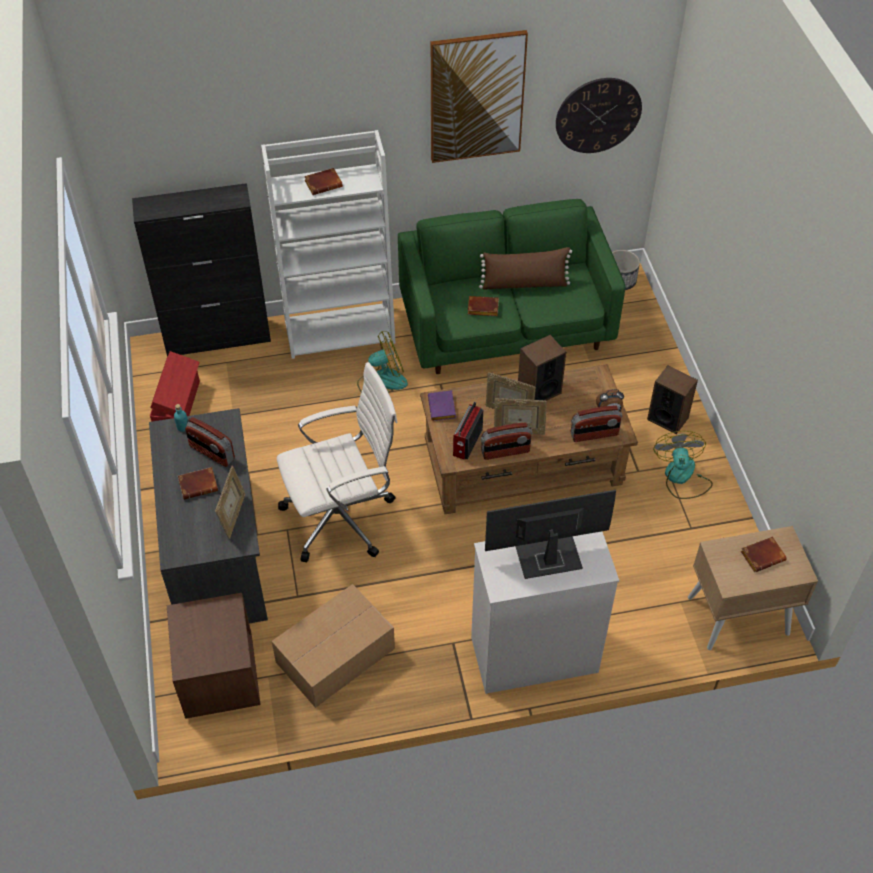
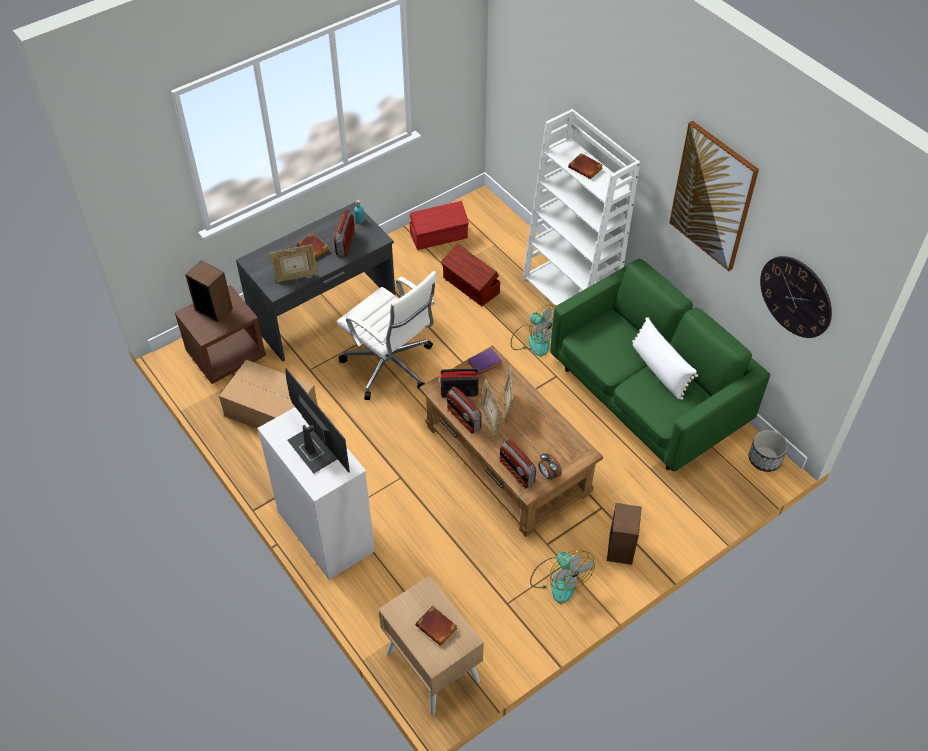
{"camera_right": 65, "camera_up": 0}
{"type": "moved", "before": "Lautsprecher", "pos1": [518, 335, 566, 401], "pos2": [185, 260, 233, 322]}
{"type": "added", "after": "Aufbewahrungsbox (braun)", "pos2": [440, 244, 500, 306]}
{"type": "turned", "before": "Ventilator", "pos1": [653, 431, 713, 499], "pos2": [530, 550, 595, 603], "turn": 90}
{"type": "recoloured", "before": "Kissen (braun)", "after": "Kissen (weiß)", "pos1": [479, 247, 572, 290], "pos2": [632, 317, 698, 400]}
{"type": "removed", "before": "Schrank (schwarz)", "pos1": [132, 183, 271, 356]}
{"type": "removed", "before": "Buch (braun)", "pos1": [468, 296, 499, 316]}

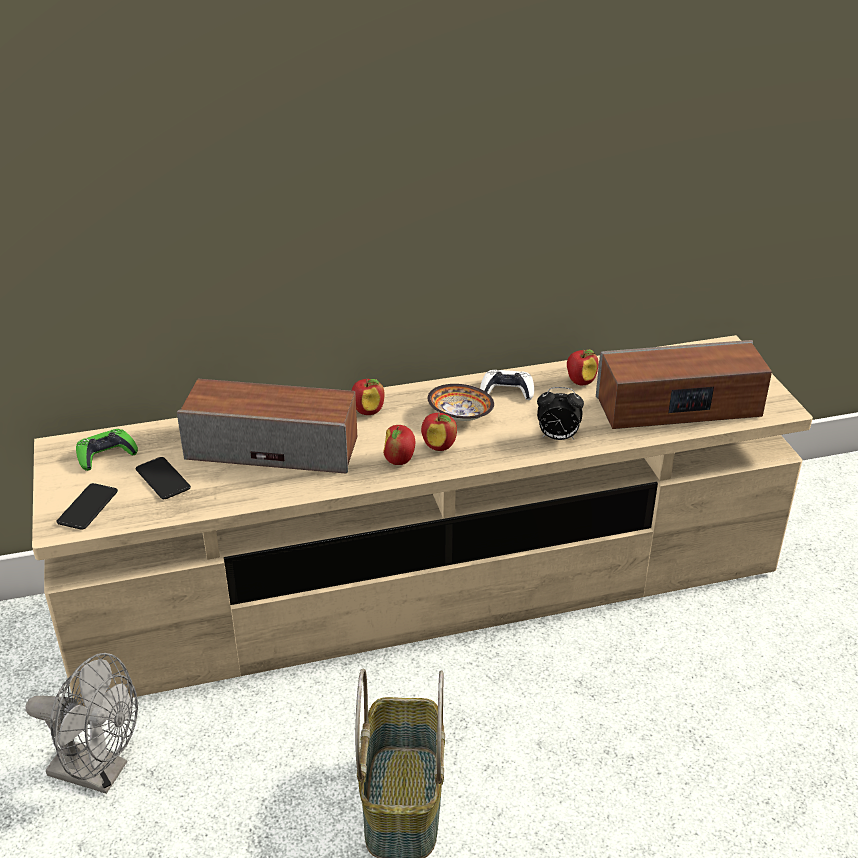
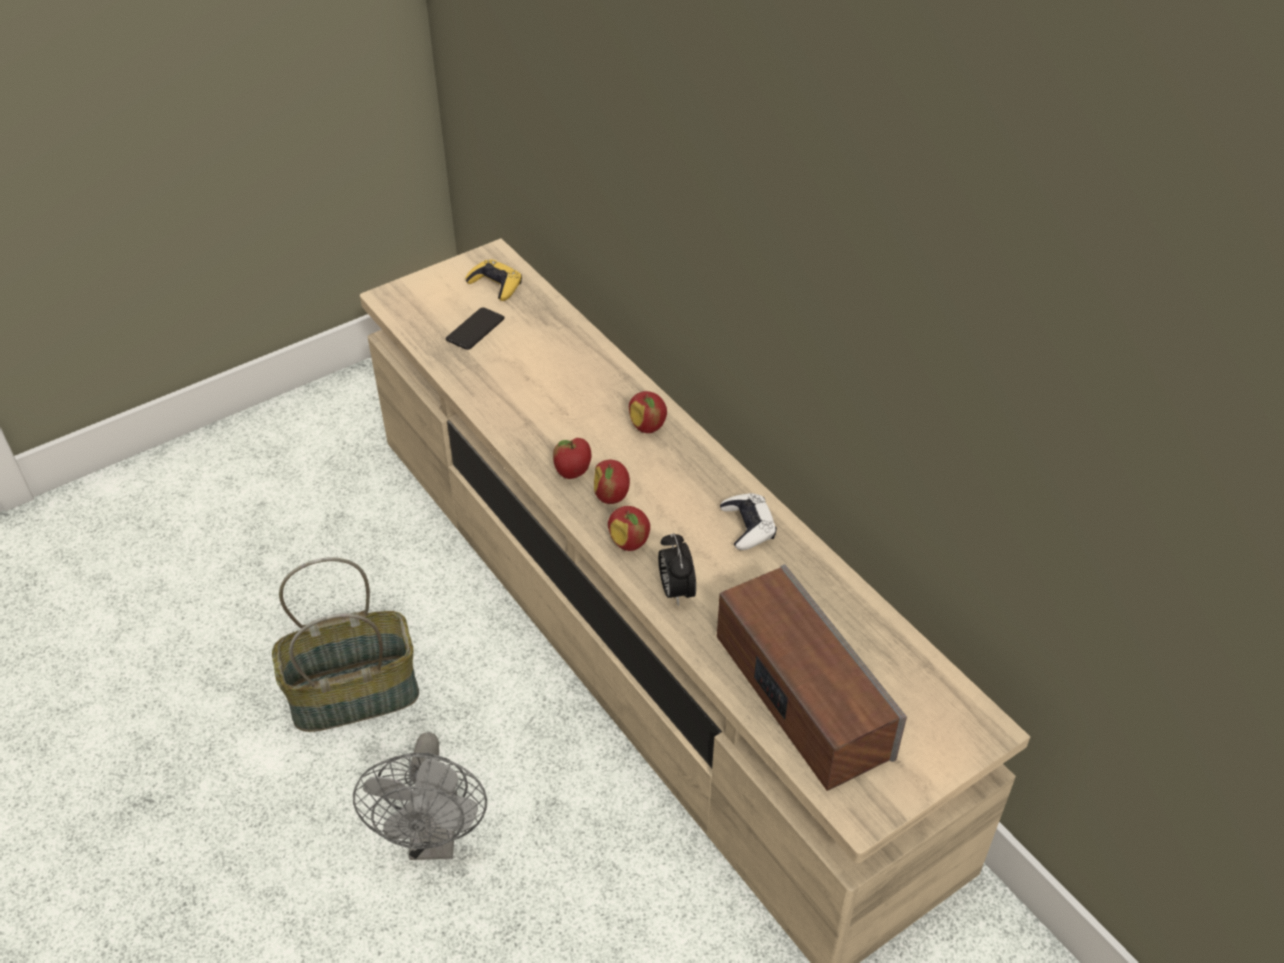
{"camera_right": 70, "camera_up": 10}
{"type": "moved", "before": "Ventilator (grau)", "pos1": [26, 653, 138, 794], "pos2": [353, 732, 487, 860]}
{"type": "recoloured", "before": "Gamepad (grün)", "after": "Gamepad (gelb)", "pos1": [76, 429, 138, 471], "pos2": [466, 259, 522, 301]}
{"type": "moved", "before": "Apfel", "pos1": [567, 350, 599, 385], "pos2": [608, 506, 650, 551]}
{"type": "removed", "before": "Handy", "pos1": [56, 483, 118, 530]}
{"type": "removed", "before": "Lautsprecher", "pos1": [177, 379, 357, 473]}
{"type": "removed", "before": "Schüssel", "pos1": [428, 384, 494, 421]}

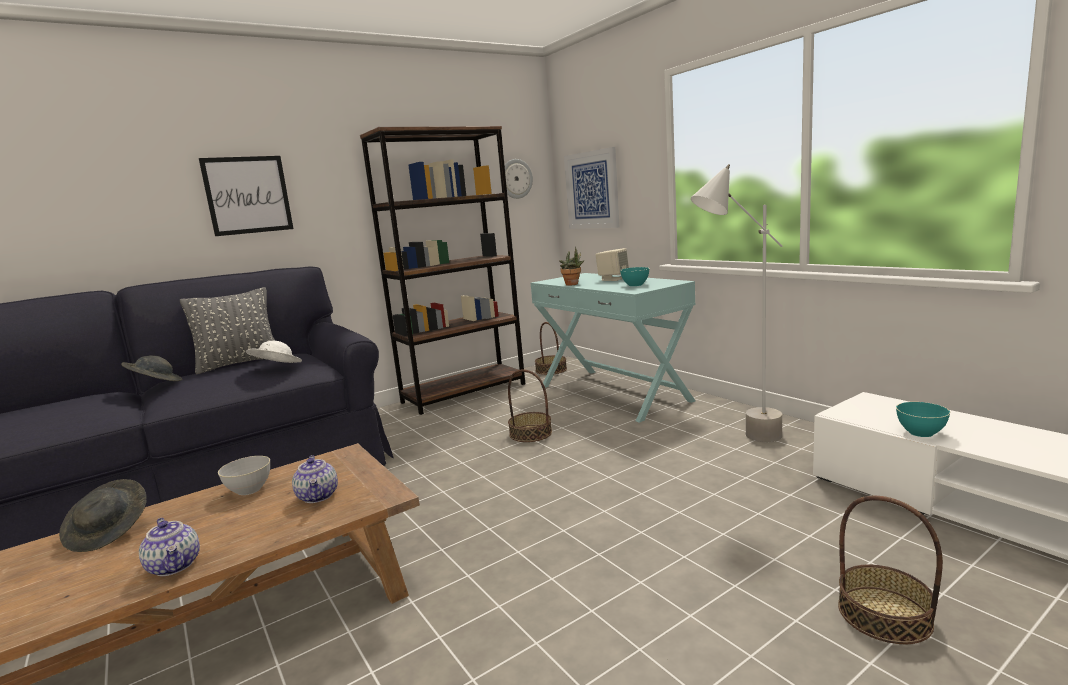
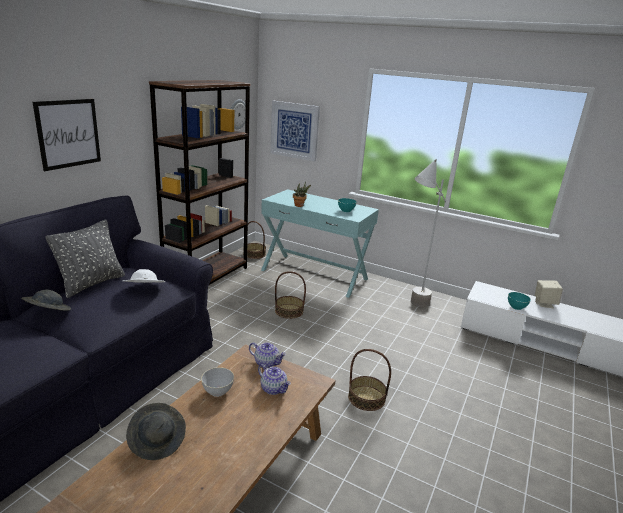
{"camera_right": -30, "camera_up": 10}
{"type": "moved", "before": "Teekanne", "pos1": [139, 518, 200, 576], "pos2": [249, 342, 286, 368]}
{"type": "moved", "before": "Korb", "pos1": [838, 496, 943, 644], "pos2": [348, 349, 391, 411]}
{"type": "moved", "before": "Lautsprecher (beige)", "pos1": [596, 248, 629, 281], "pos2": [535, 280, 563, 309]}

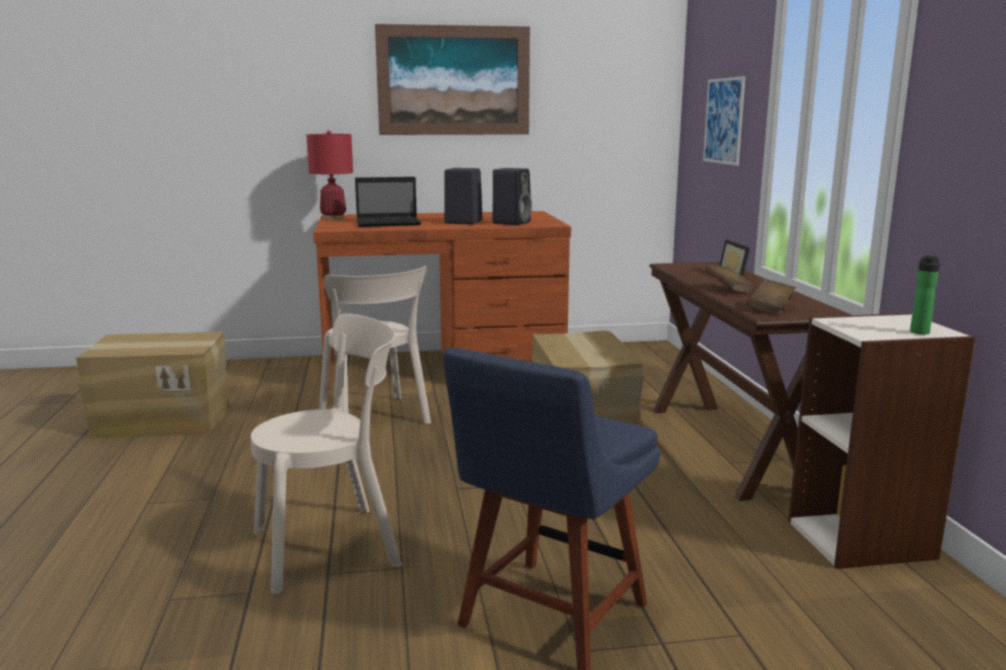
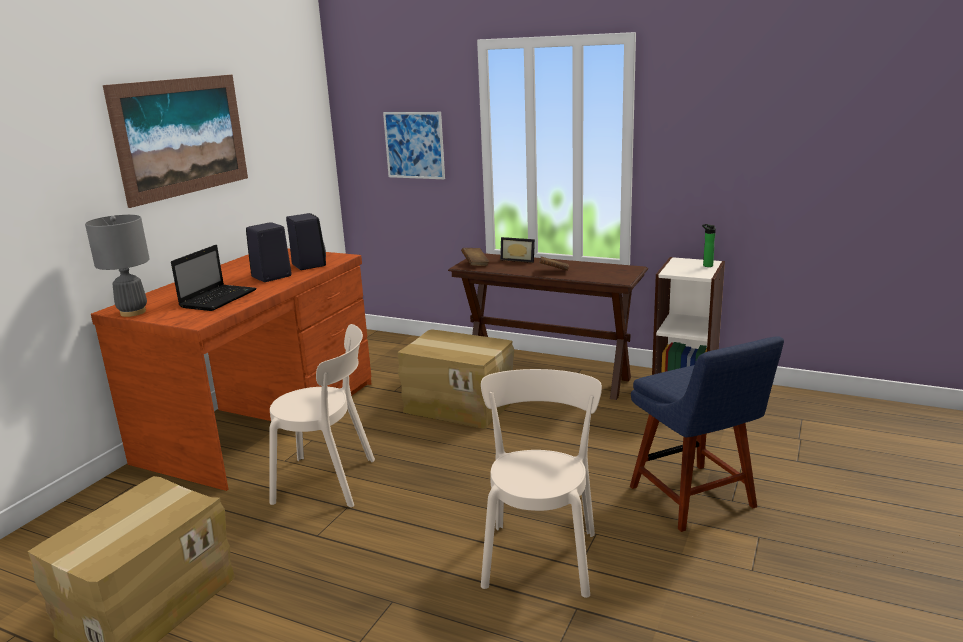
{"camera_right": -55, "camera_up": 5}
{"type": "recoloured", "before": "Tischlampe (rot)", "after": "Tischlampe (grau)", "pos1": [306, 130, 353, 220], "pos2": [85, 215, 150, 317]}
{"type": "moved", "before": "Buch (braun)", "pos1": [747, 279, 796, 315], "pos2": [461, 248, 489, 266]}

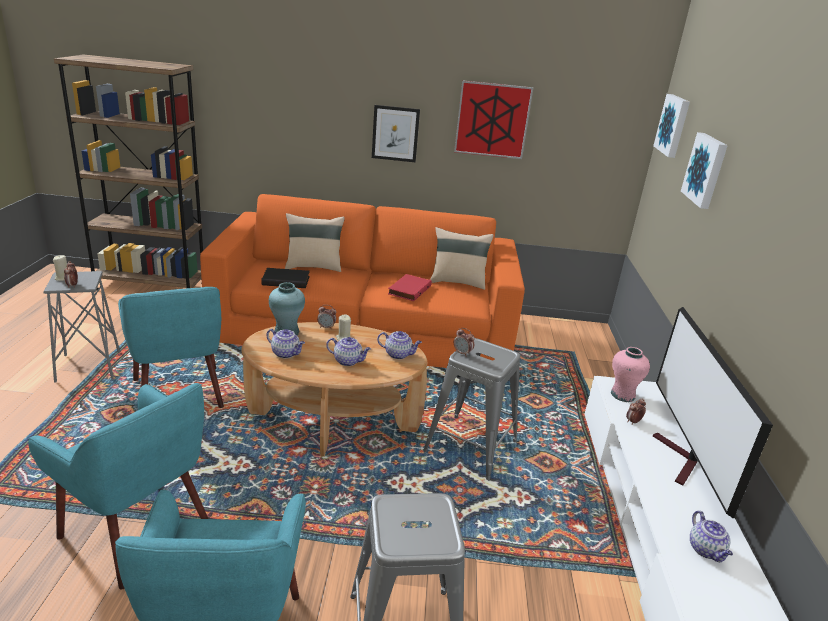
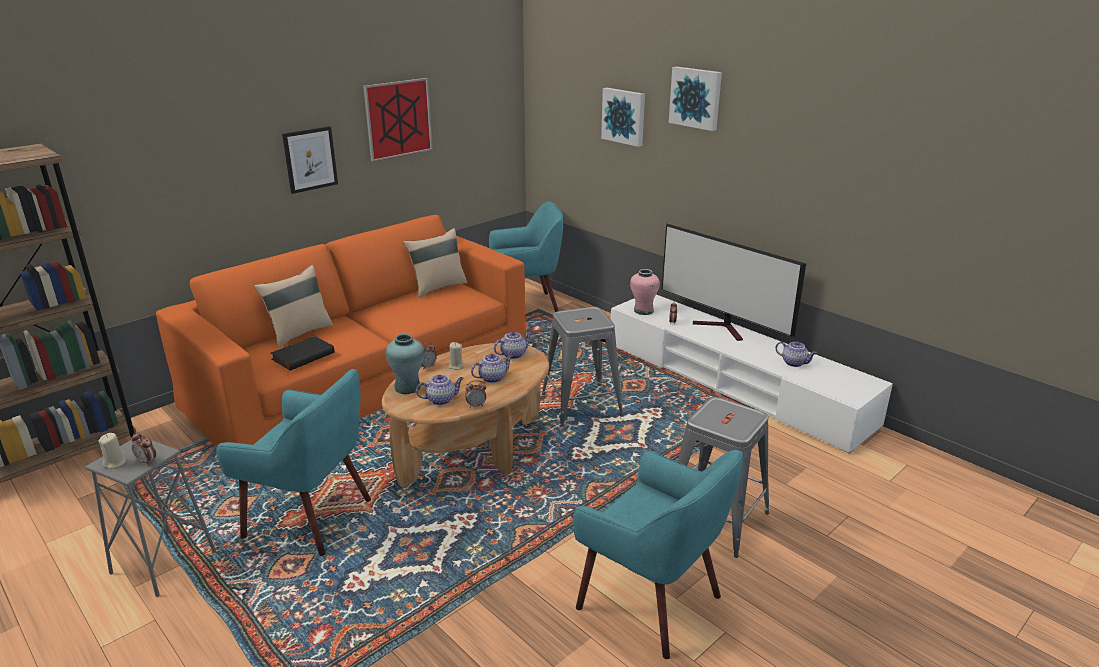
{"camera_right": -45, "camera_up": 0}
{"type": "moved", "before": "Wecker", "pos1": [454, 328, 475, 357], "pos2": [465, 380, 486, 408]}
{"type": "moved", "before": "Sessel (türkis)", "pos1": [28, 383, 208, 590], "pos2": [489, 201, 563, 312]}
{"type": "moved", "before": "Bild", "pos1": [653, 94, 690, 158], "pos2": [669, 66, 722, 131]}
{"type": "removed", "before": "Buch (rot)", "pos1": [388, 274, 432, 301]}

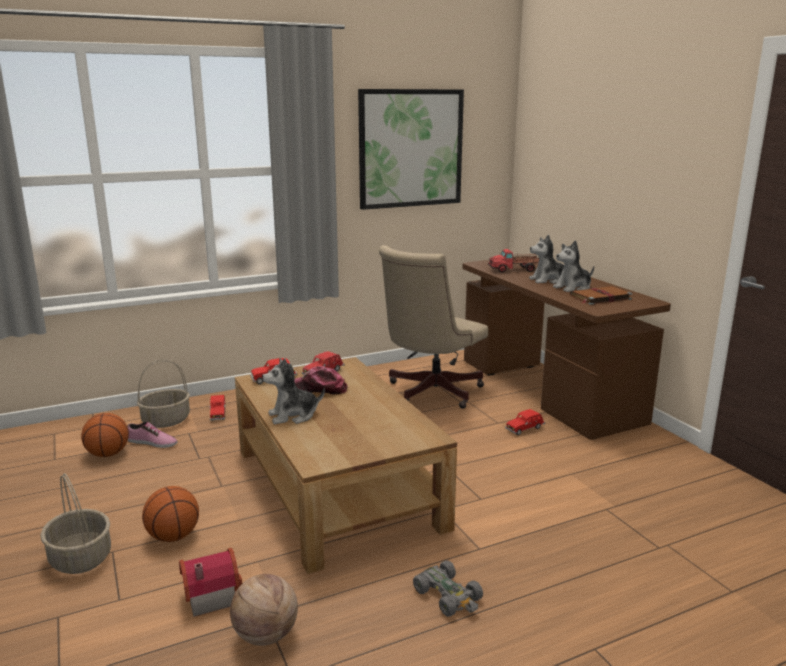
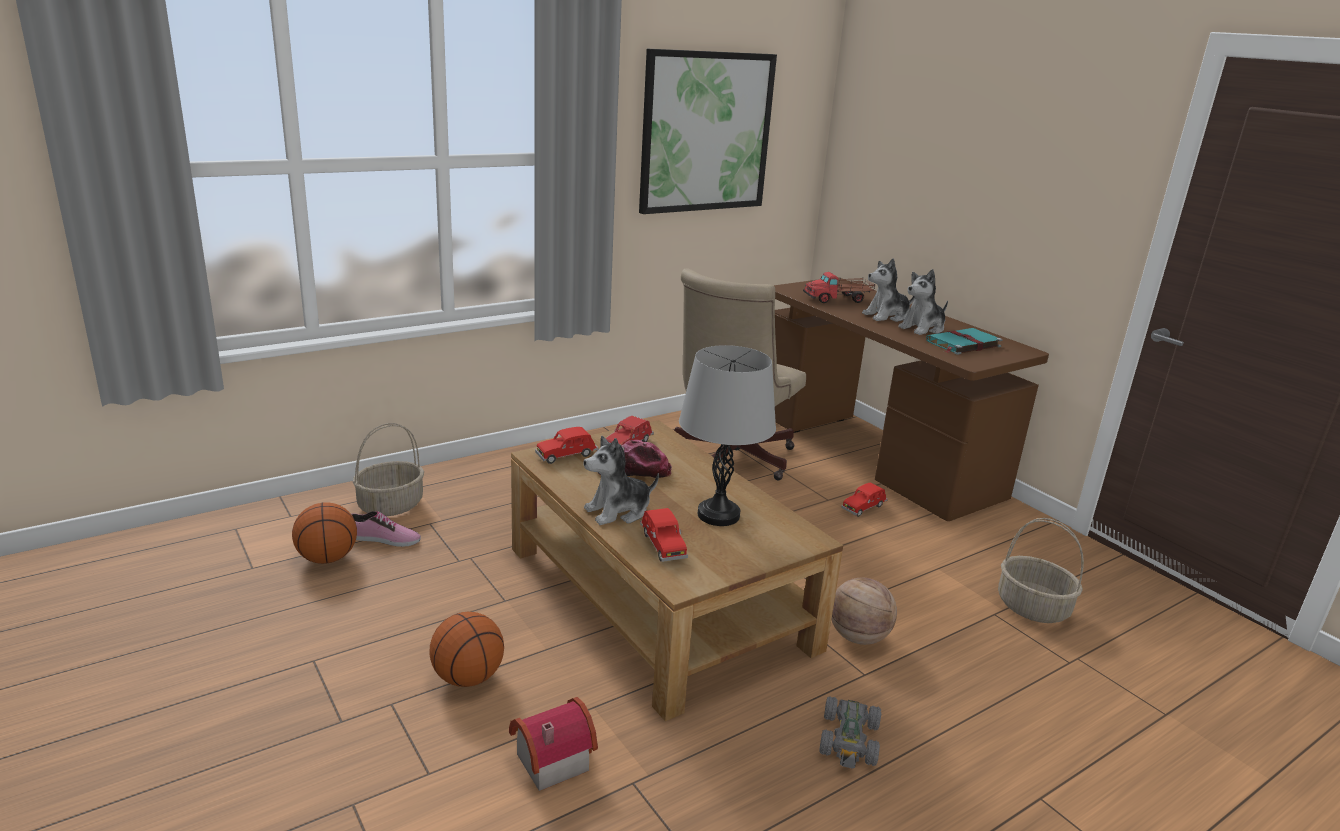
{"camera_right": -10, "camera_up": 5}
{"type": "moved", "before": "Spielzeugauto (rot)", "pos1": [209, 395, 226, 421], "pos2": [640, 508, 688, 562]}
{"type": "added", "after": "Tischlampe (grau)", "pos2": [679, 345, 776, 526]}
{"type": "turned", "before": "Spielzeugauto (grau)", "pos1": [413, 560, 483, 617], "pos2": [819, 696, 881, 769], "turn": 60}
{"type": "moved", "before": "Basketball", "pos1": [230, 574, 298, 646], "pos2": [831, 578, 897, 645]}
{"type": "recoloured", "before": "Buch (braun)", "after": "Buch (türkis)", "pos1": [570, 286, 632, 305], "pos2": [926, 328, 1003, 355]}
{"type": "moved", "before": "Korb", "pos1": [40, 473, 111, 574], "pos2": [998, 518, 1084, 623]}

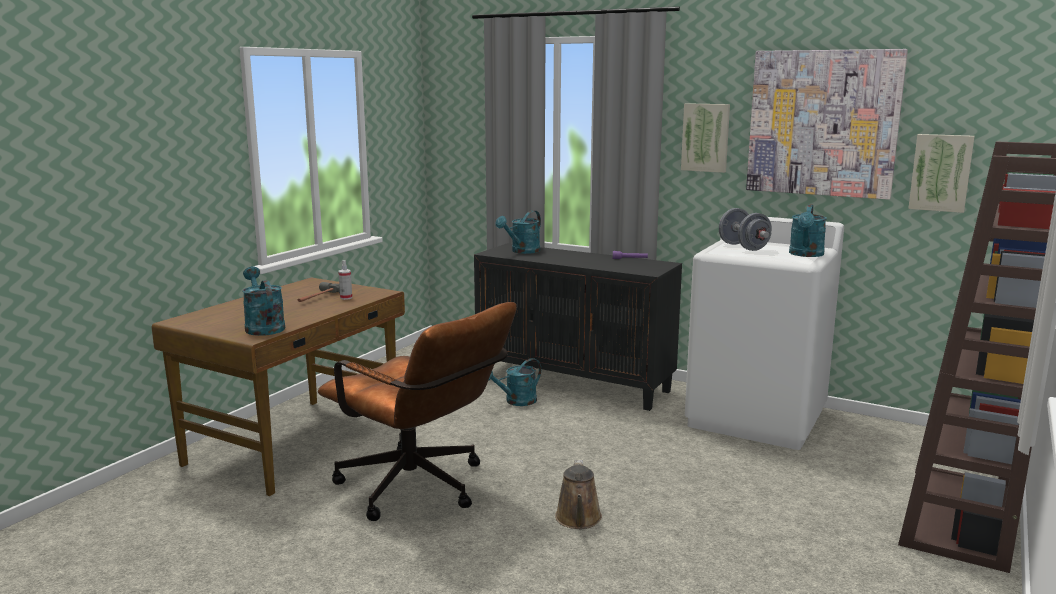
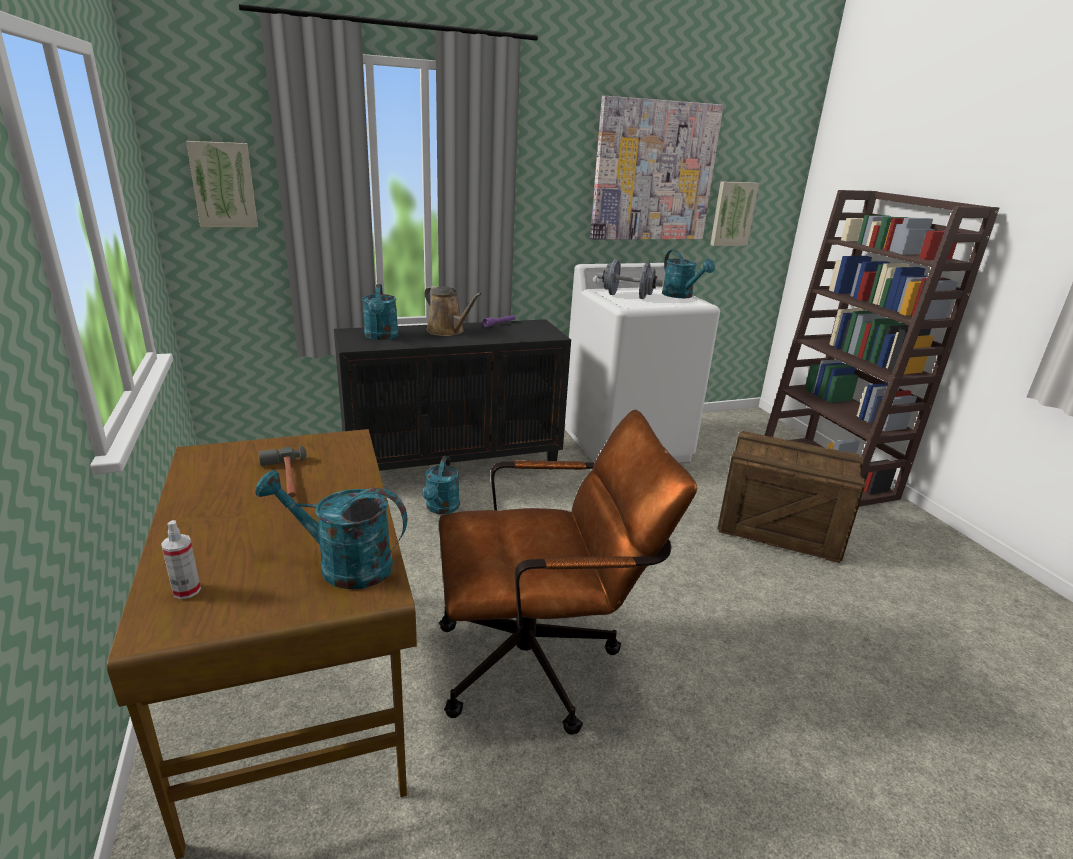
{"camera_right": -50, "camera_up": 10}
{"type": "moved", "before": "Sprühflasche", "pos1": [338, 260, 352, 300], "pos2": [161, 520, 201, 599]}
{"type": "moved", "before": "Bild", "pos1": [681, 103, 730, 173], "pos2": [186, 141, 258, 227]}
{"type": "moved", "before": "Gießkanne (braun)", "pos1": [555, 460, 602, 529], "pos2": [424, 286, 482, 336]}
{"type": "added", "after": "Kiste", "pos2": [717, 431, 866, 563]}

